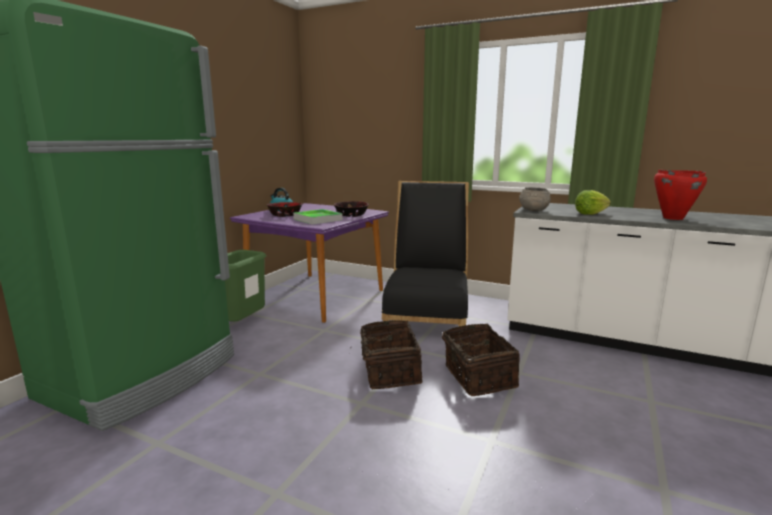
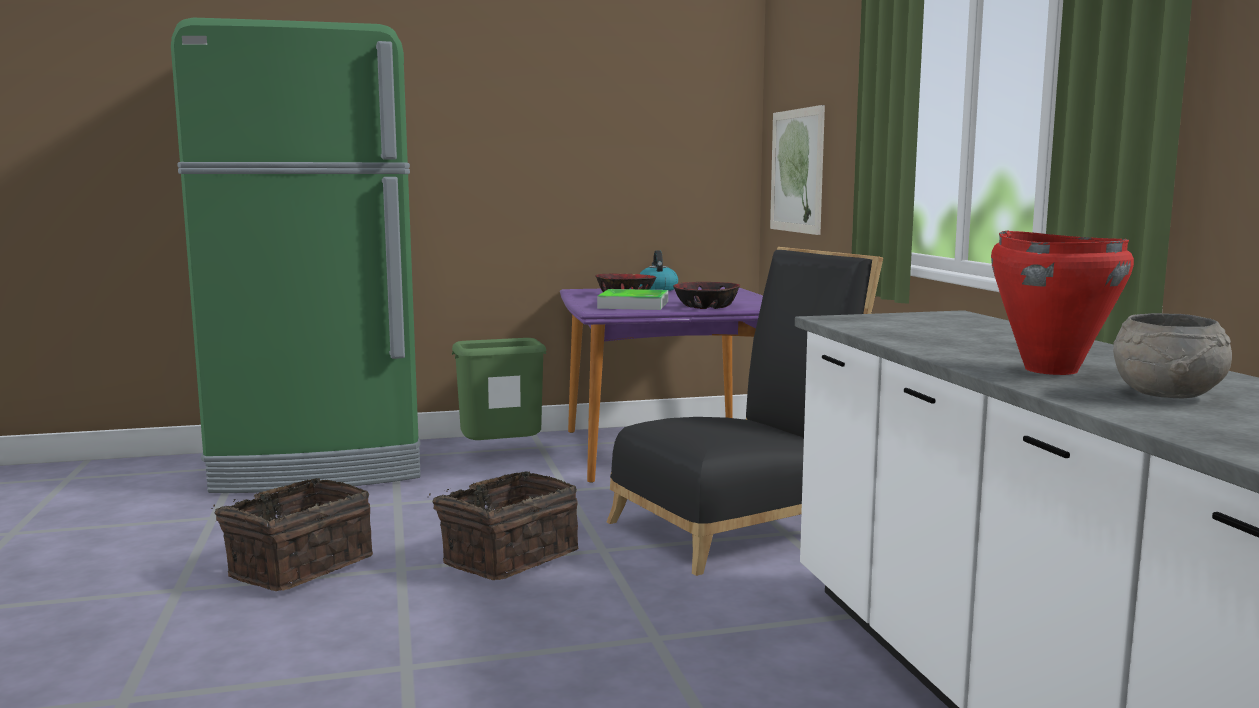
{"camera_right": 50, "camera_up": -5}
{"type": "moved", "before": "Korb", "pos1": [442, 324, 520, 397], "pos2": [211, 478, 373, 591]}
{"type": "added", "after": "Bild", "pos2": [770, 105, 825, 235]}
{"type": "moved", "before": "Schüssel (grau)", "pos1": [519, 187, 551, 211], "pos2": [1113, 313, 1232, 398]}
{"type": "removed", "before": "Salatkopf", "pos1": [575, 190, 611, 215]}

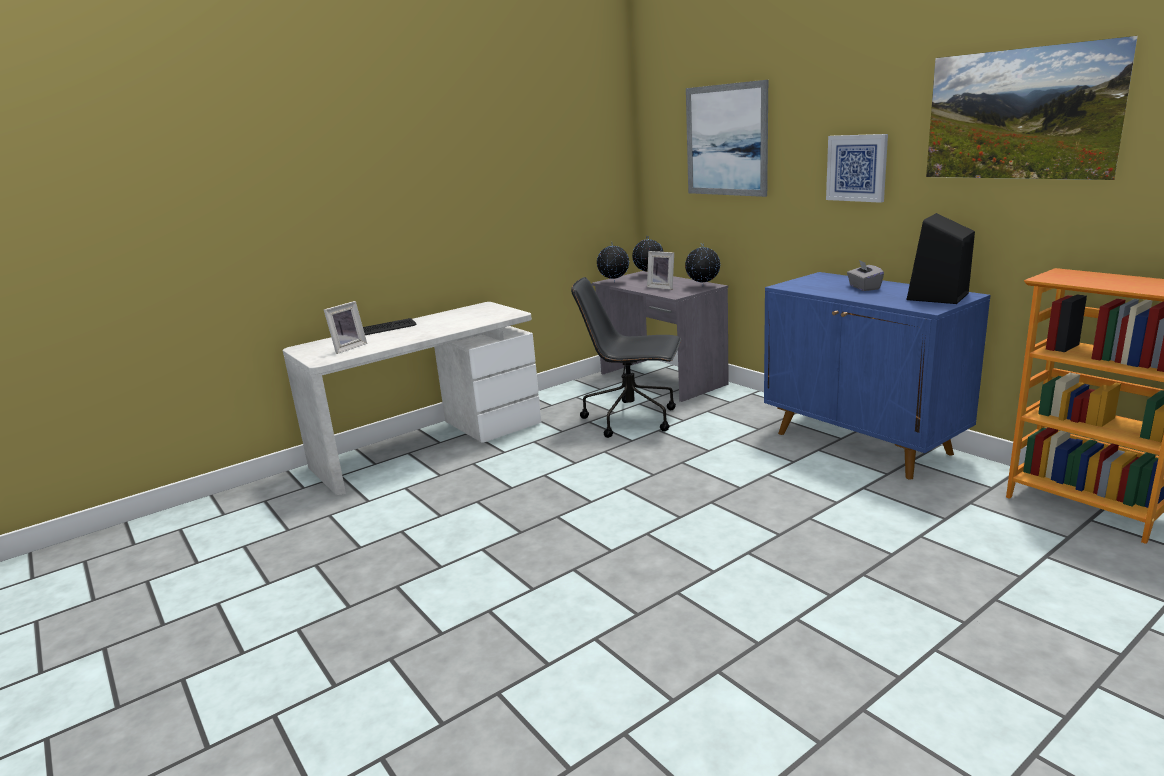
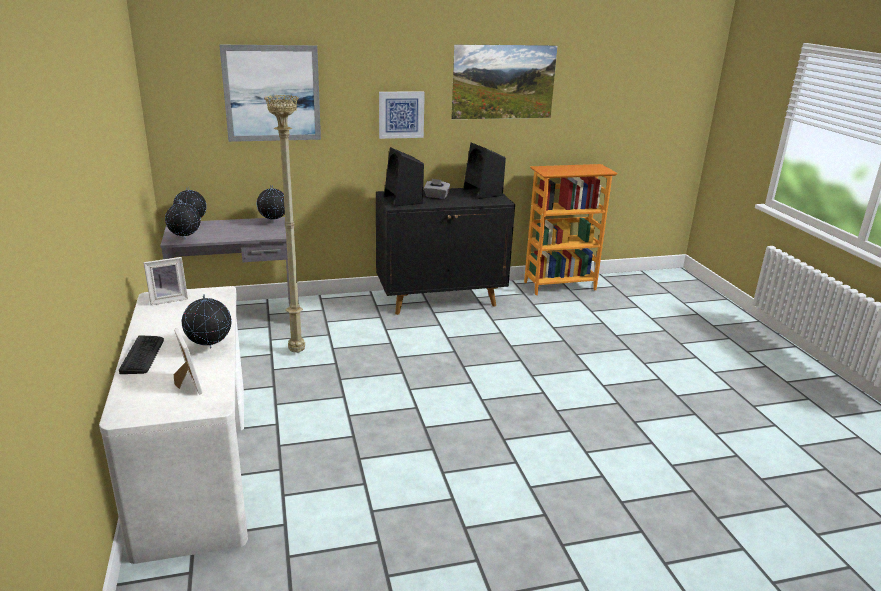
{"camera_right": -70, "camera_up": 5}
{"type": "moved", "before": "Bilderrahmen", "pos1": [647, 251, 674, 290], "pos2": [143, 257, 188, 305]}
{"type": "added", "after": "Globus", "pos2": [182, 294, 231, 348]}
{"type": "replaced", "before": "Bürostuhl (schwarz)", "after": "Stehlampe (beige)", "pos1": [571, 277, 681, 438], "pos2": [264, 95, 305, 353]}
{"type": "recoloured", "before": "Schrank (blau)", "after": "Schrank (schwarz)", "pos1": [764, 272, 991, 480], "pos2": [376, 188, 515, 315]}
{"type": "added", "after": "Lautsprecher (schwarz)", "pos2": [384, 147, 424, 206]}

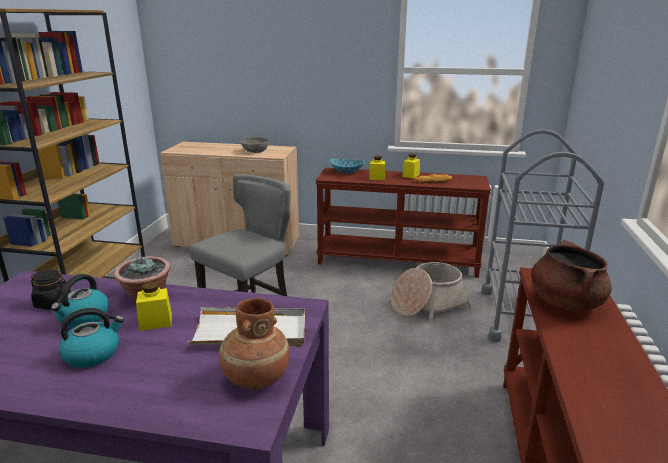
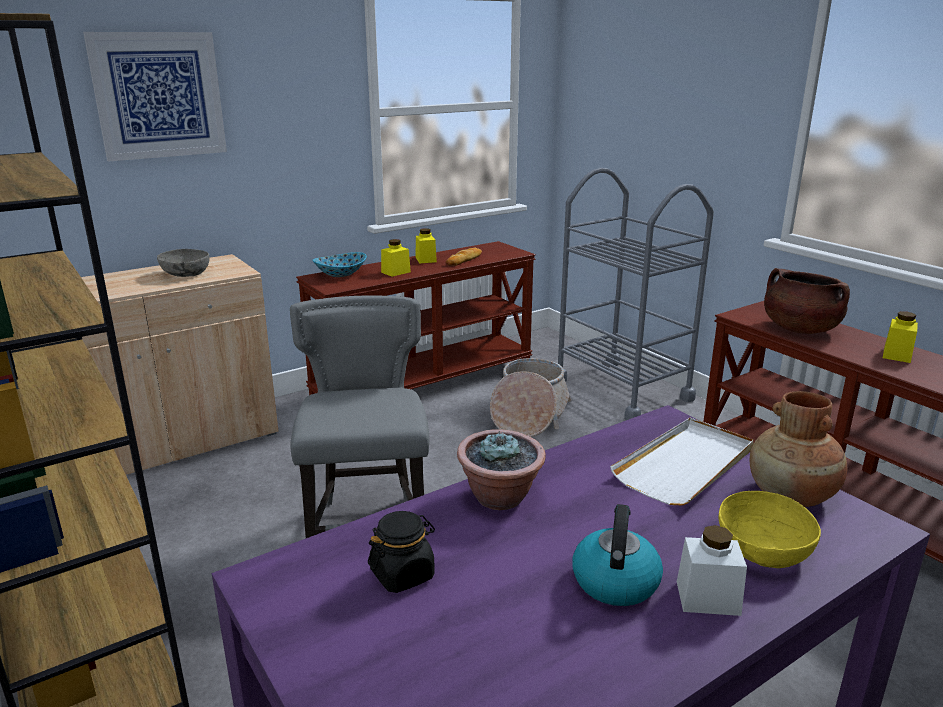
{"camera_right": -45, "camera_up": 0}
{"type": "added", "after": "Bild", "pos2": [83, 32, 227, 162]}
{"type": "added", "after": "Vorratsglas (weiß)", "pos2": [677, 525, 747, 616]}
{"type": "added", "after": "Schüssel (gelb)", "pos2": [719, 491, 821, 568]}
{"type": "moved", "before": "Vorratsglas (gelb)", "pos1": [136, 282, 172, 331], "pos2": [883, 311, 918, 363]}
{"type": "removed", "before": "Wasserkessel", "pos1": [51, 274, 109, 328]}

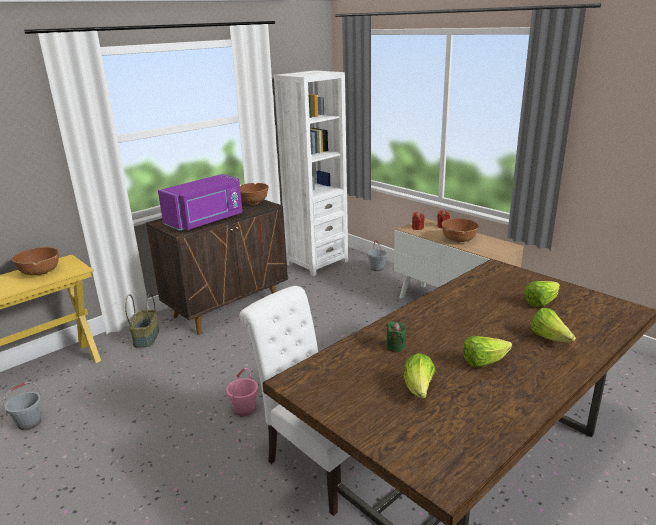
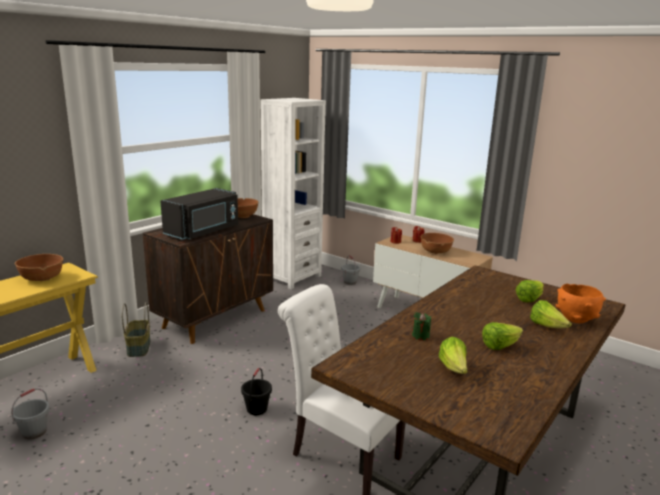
{"camera_right": -10, "camera_up": -5}
{"type": "recoloured", "before": "Mikrowelle (lila)", "after": "Mikrowelle (schwarz)", "pos1": [158, 174, 242, 231], "pos2": [160, 188, 238, 240]}
{"type": "recoloured", "before": "Eimer (rosa)", "after": "Eimer (schwarz)", "pos1": [226, 368, 258, 416], "pos2": [241, 368, 272, 415]}
{"type": "added", "after": "Schüssel (orange)", "pos2": [556, 283, 606, 323]}

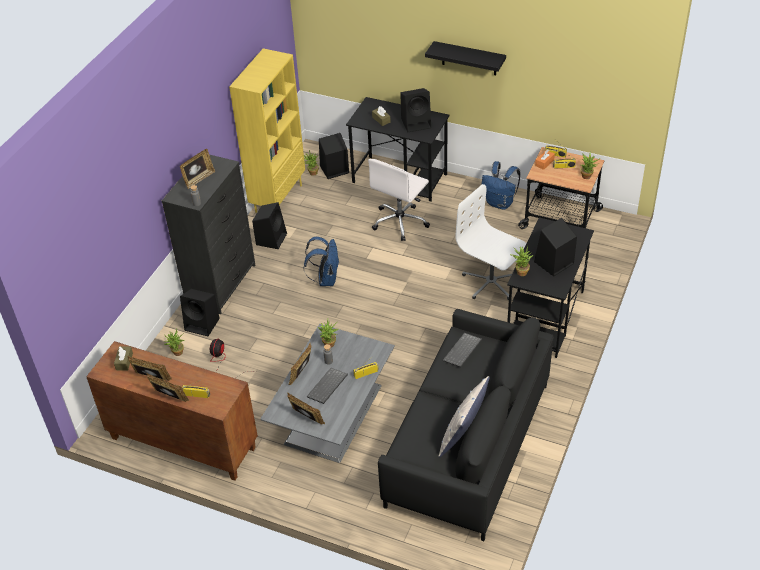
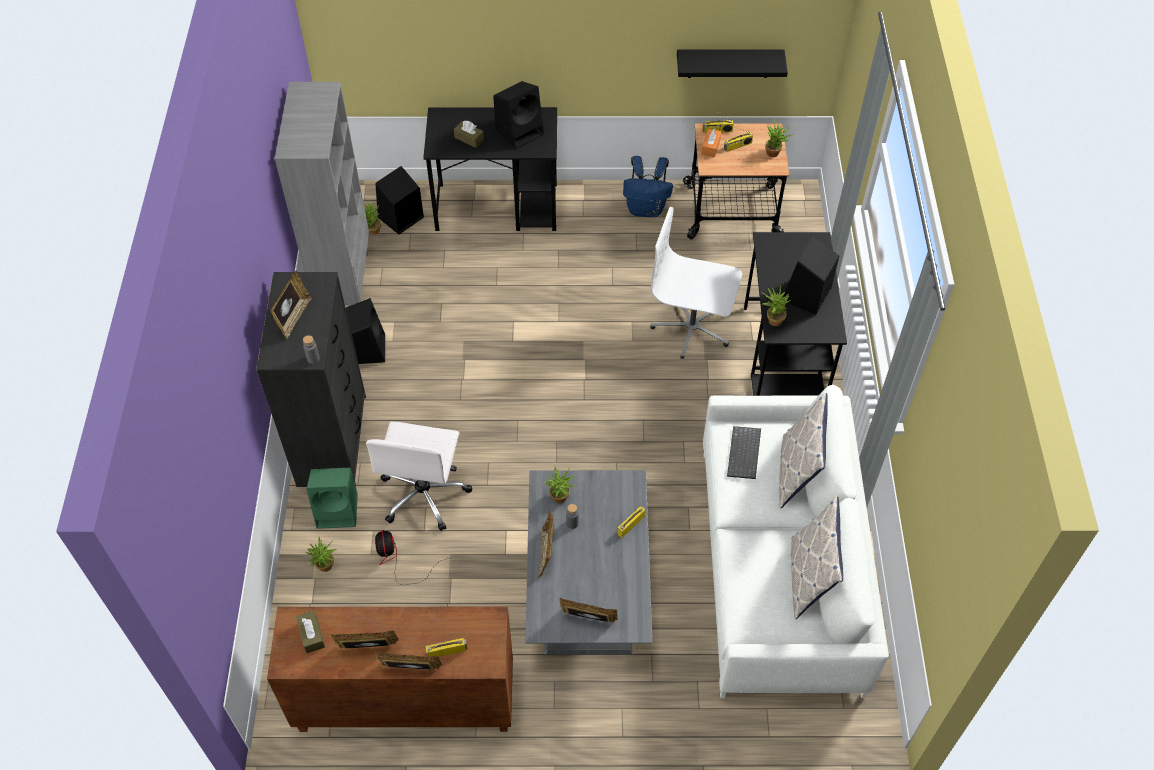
{"camera_right": -25, "camera_up": 10}
{"type": "recoloured", "before": "Bücherregal (gelb)", "after": "Bücherregal (grau)", "pos1": [229, 48, 305, 213], "pos2": [275, 82, 369, 306]}
{"type": "recoloured", "before": "Lautsprecher (schwarz)", "after": "Lautsprecher (grün)", "pos1": [180, 289, 220, 336], "pos2": [306, 468, 358, 529]}
{"type": "moved", "before": "Bürostuhl (weiß)", "pos1": [368, 159, 430, 241], "pos2": [366, 421, 472, 531]}
{"type": "moved", "before": "Wandregal (schwarz)", "pos1": [425, 41, 506, 75], "pos2": [677, 49, 788, 78]}
{"type": "recoloured", "before": "Sofa (schwarz)", "after": "Sofa (weiß)", "pos1": [378, 309, 554, 541], "pos2": [703, 385, 889, 698]}
{"type": "added", "after": "Kissen", "pos2": [779, 393, 828, 508]}
{"type": "removed", "before": "Rucksack (blau)", "pos1": [303, 237, 340, 286]}
{"type": "removed", "before": "Tastatur", "pos1": [307, 368, 348, 404]}

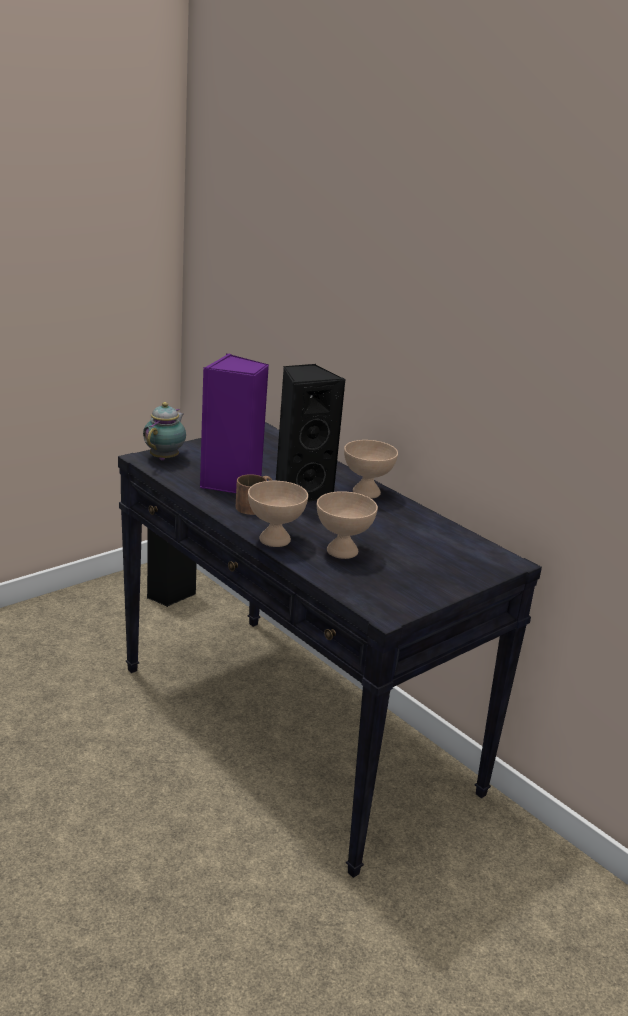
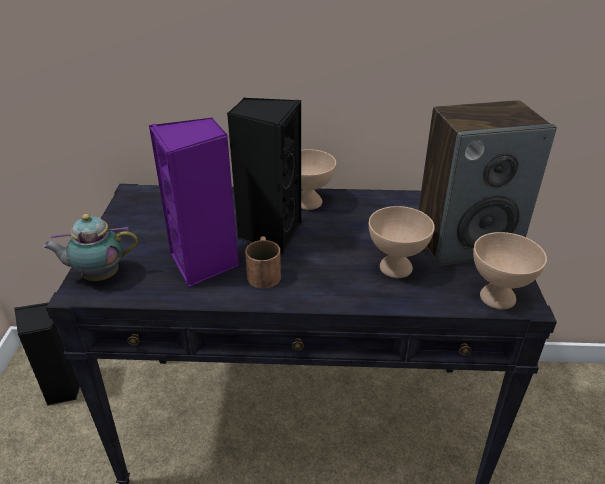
{"camera_right": -45, "camera_up": 10}
{"type": "turned", "before": "Teekanne", "pos1": [143, 402, 186, 460], "pos2": [42, 214, 138, 281], "turn": -75}
{"type": "added", "after": "Lautsprecher", "pos2": [418, 100, 557, 266]}
{"type": "moved", "before": "Schüssel (beige)", "pos1": [248, 481, 308, 547], "pos2": [473, 232, 547, 310]}

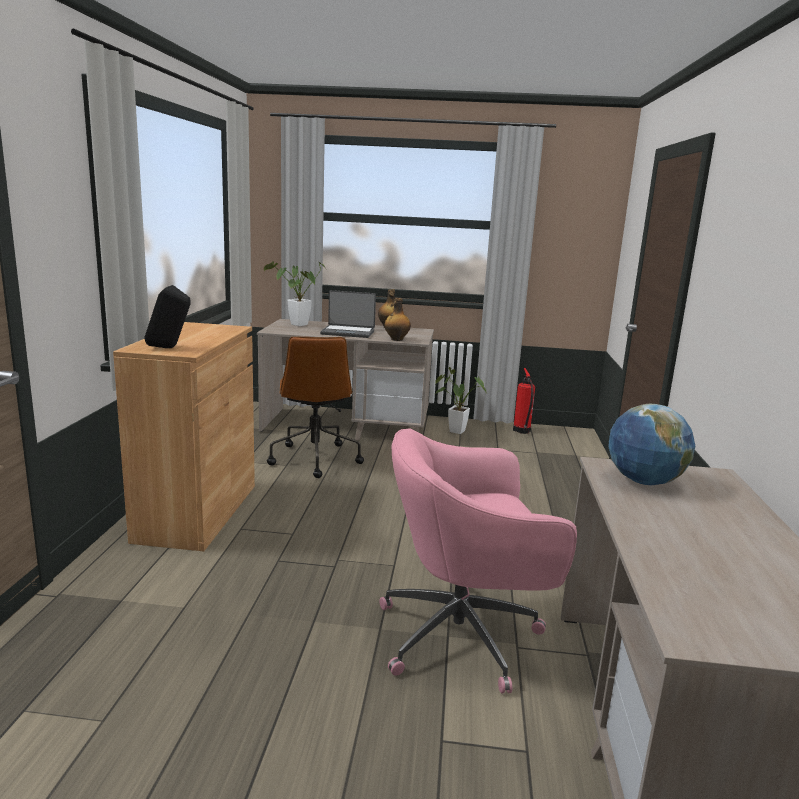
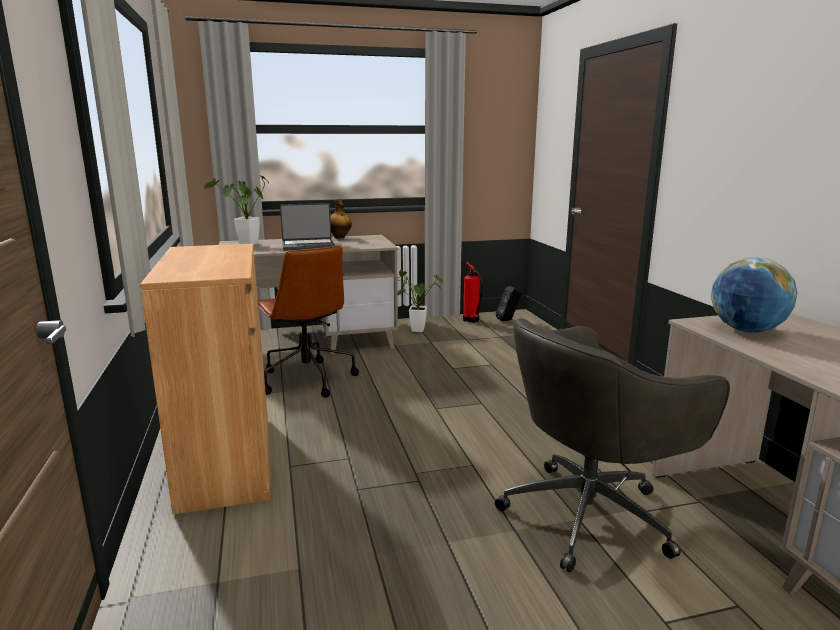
{"camera_right": -20, "camera_up": 0}
{"type": "recoloured", "before": "Bürostuhl (rosa)", "after": "Bürostuhl (grau)", "pos1": [379, 429, 577, 694], "pos2": [495, 318, 730, 573]}
{"type": "moved", "before": "Lautsprecher (schwarz)", "pos1": [145, 285, 191, 348], "pos2": [496, 286, 521, 321]}
{"type": "removed", "before": "Flasche", "pos1": [384, 298, 411, 341]}

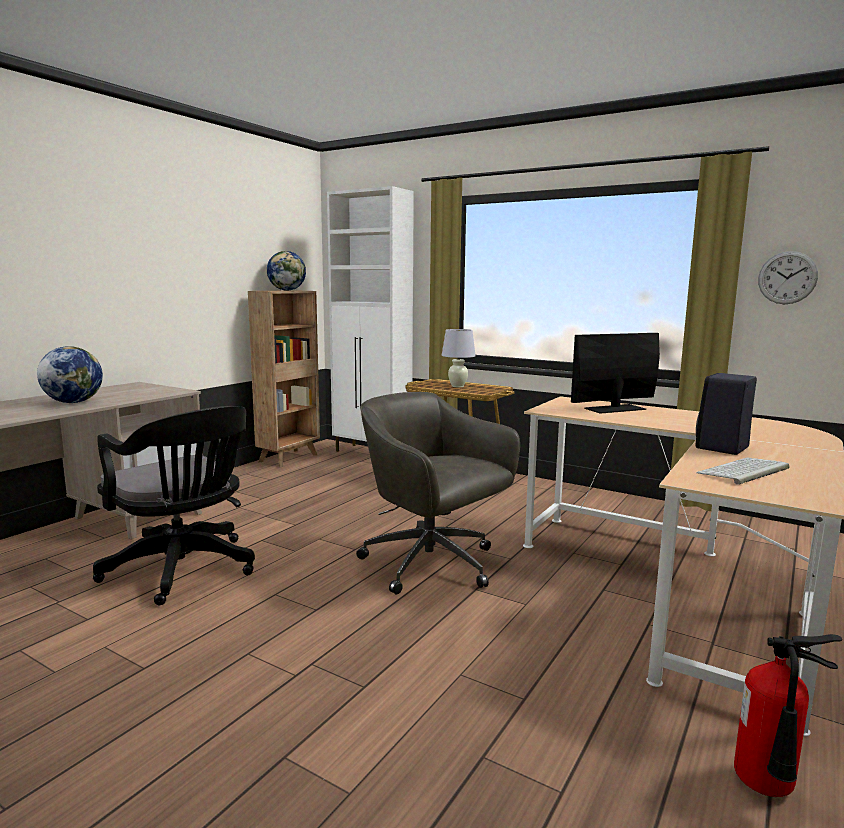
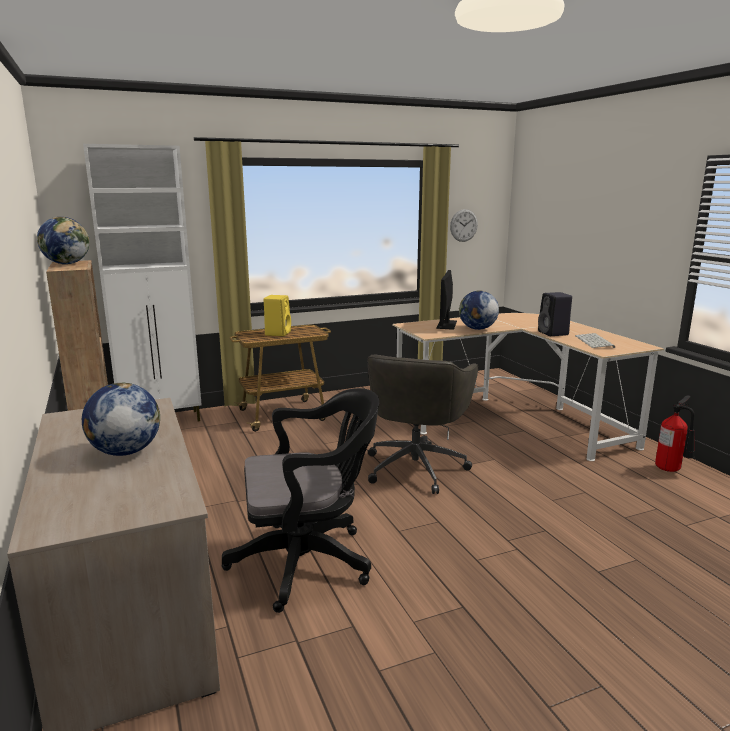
{"camera_right": -55, "camera_up": 5}
{"type": "replaced", "before": "Tischlampe (weiß)", "after": "Lautsprecher (gelb)", "pos1": [442, 329, 476, 387], "pos2": [264, 295, 291, 336]}
{"type": "turned", "before": "Bürostuhl (grau)", "pos1": [356, 392, 520, 595], "pos2": [367, 355, 478, 494], "turn": -60}
{"type": "added", "after": "Globus", "pos2": [459, 290, 499, 330]}

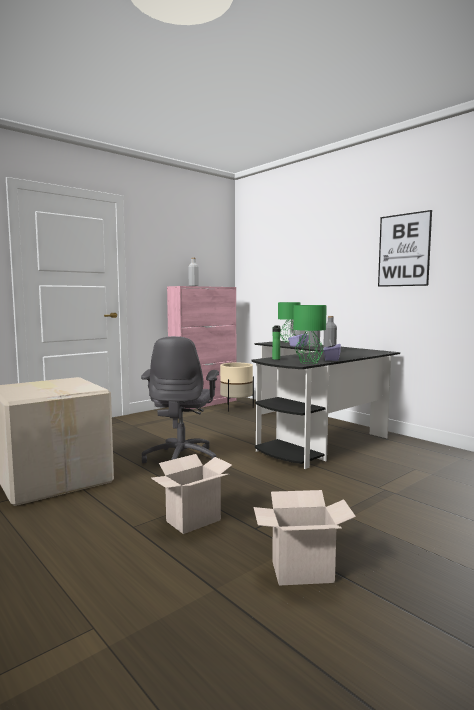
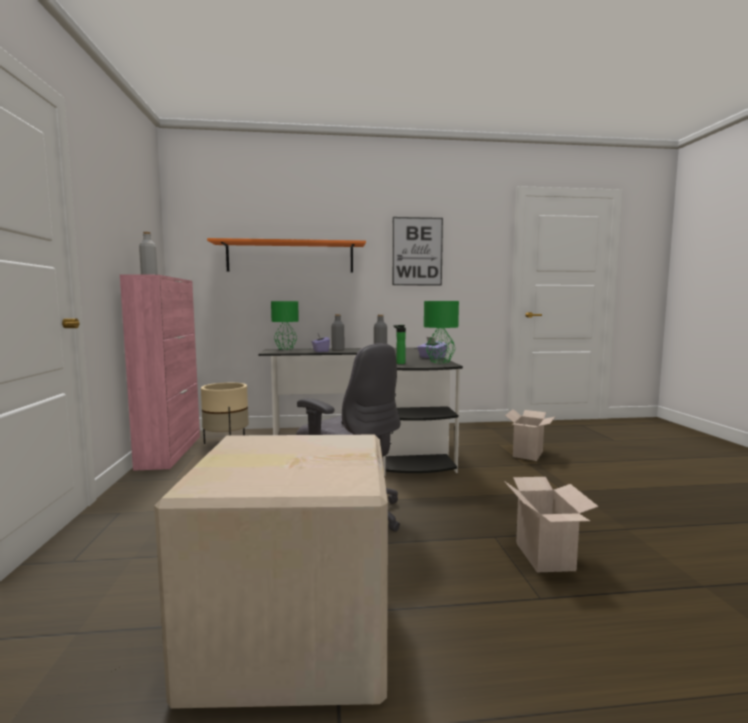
{"camera_right": -55, "camera_up": 0}
{"type": "added", "after": "Wandregal (orange)", "pos2": [207, 238, 366, 273]}
{"type": "moved", "before": "Karton", "pos1": [254, 490, 356, 586], "pos2": [505, 409, 556, 461]}

